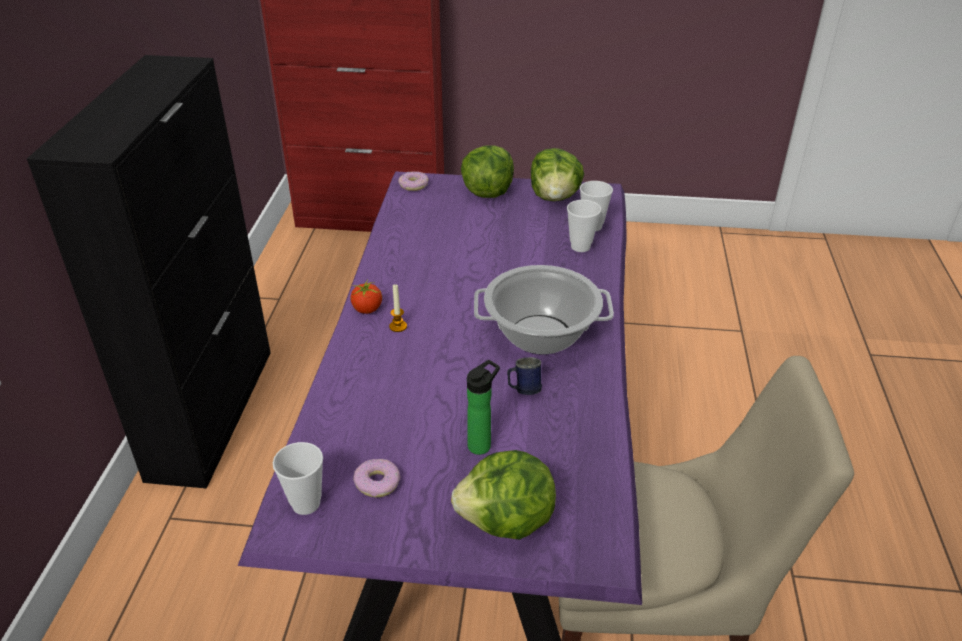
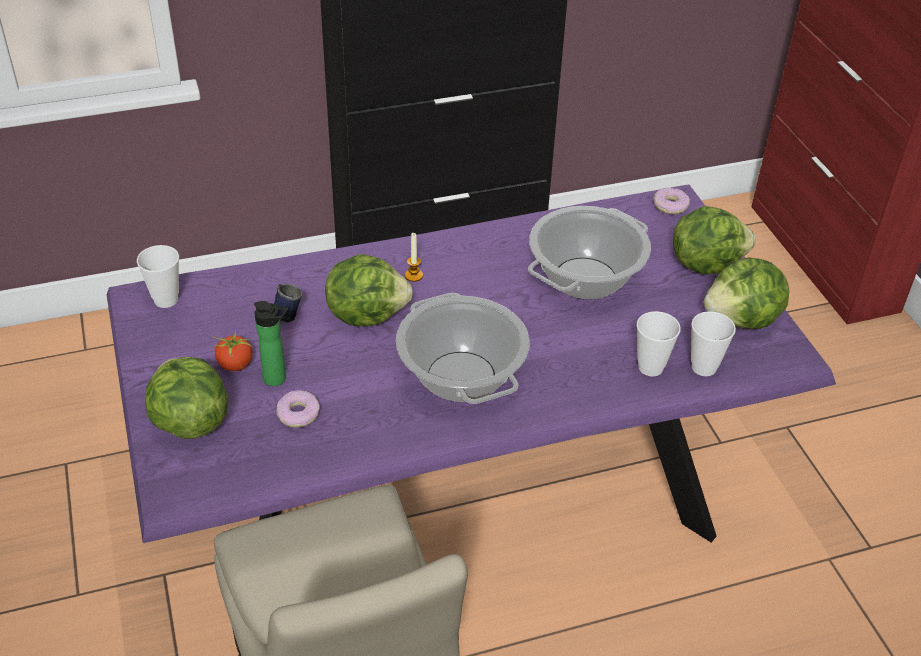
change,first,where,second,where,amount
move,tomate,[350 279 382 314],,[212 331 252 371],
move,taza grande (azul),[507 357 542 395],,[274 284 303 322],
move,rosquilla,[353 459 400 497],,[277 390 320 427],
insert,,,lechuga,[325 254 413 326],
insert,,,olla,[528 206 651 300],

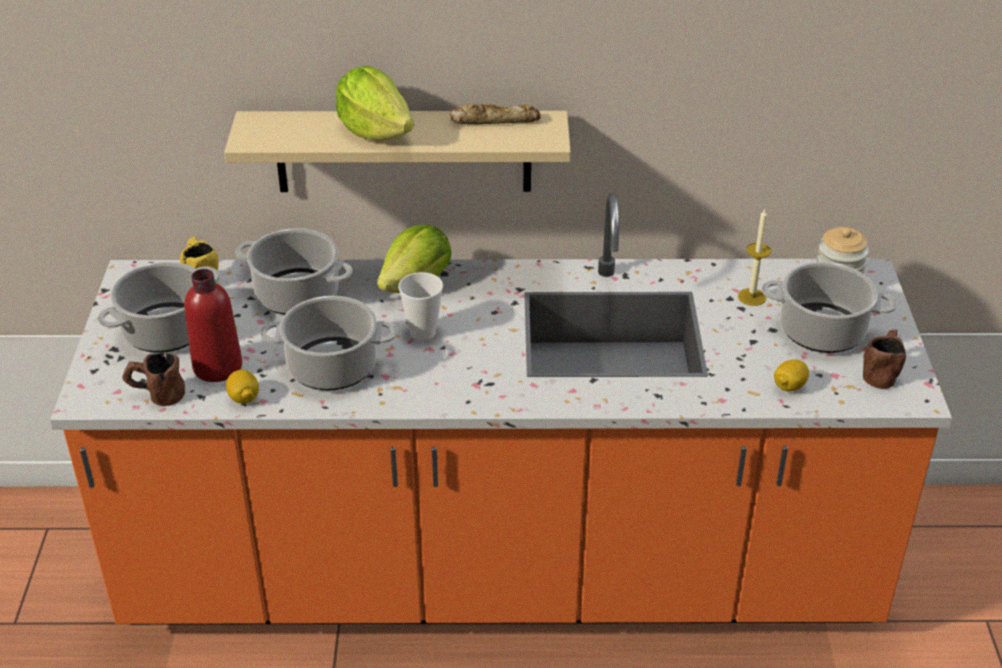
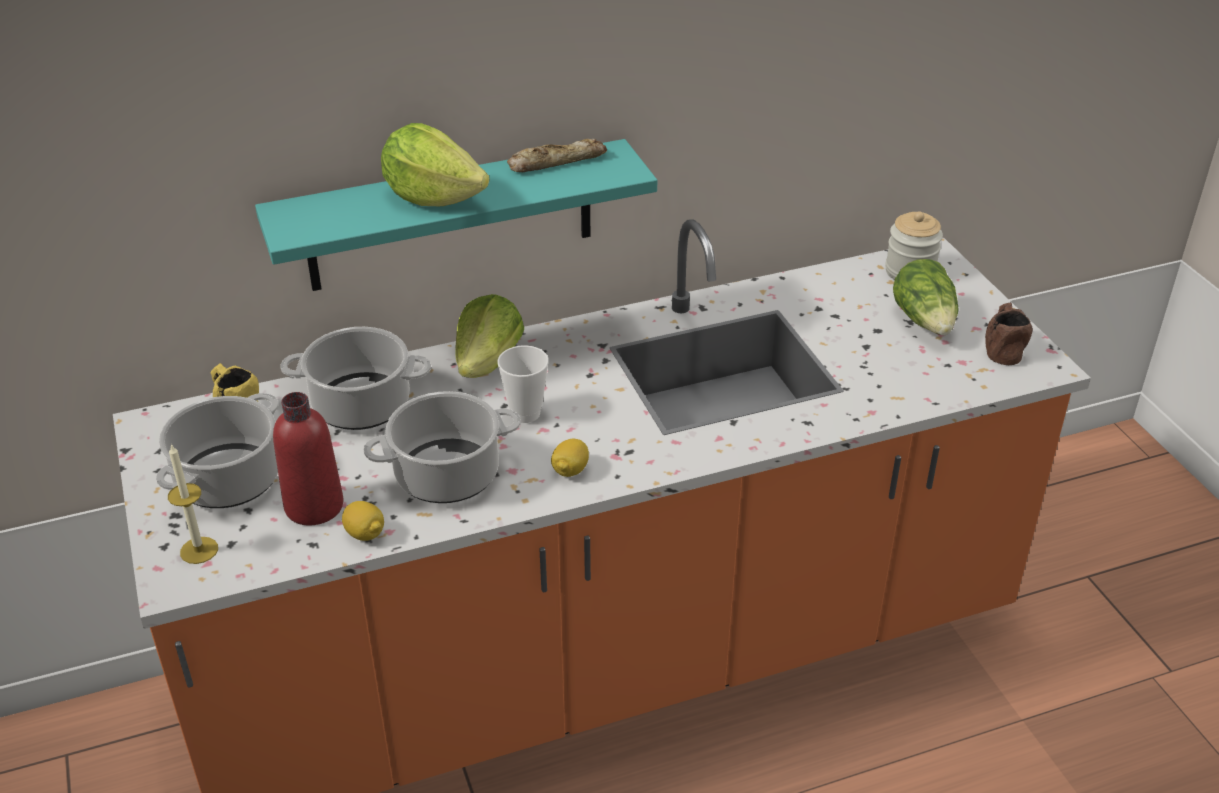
change,first,where,second,where,amount
move,vela,[738 208 771 306],,[168 444 218 564],
recolor,estante (beis),[224 111 571 192],estante (turquesa),[255 139 657 291],
move,limón,[774 359 809 391],,[551 439 589 477],
replace,olla,[762 262 897 353],lechuga,[893 259 959 335],
delete,taza grande (marrón),[122 353 185 406],,,

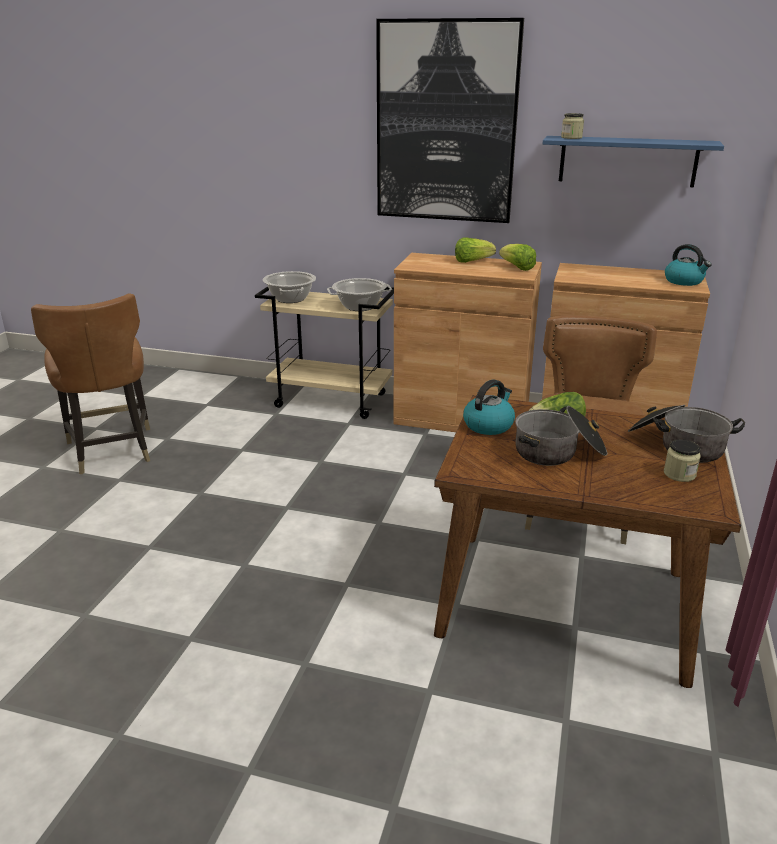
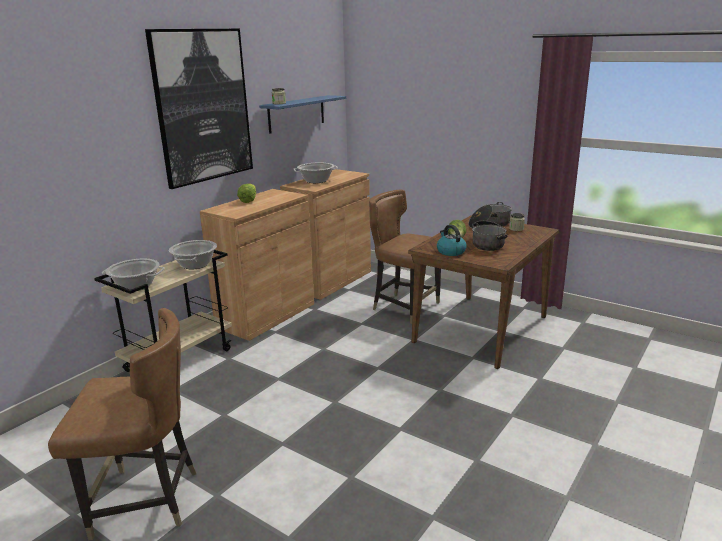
change,first,where,second,where,amount
insert,,,olla,[294 163 338 183],
delete,lechuga,[499 244 536 271],,,
delete,hervidor,[665 244 711 286],,,

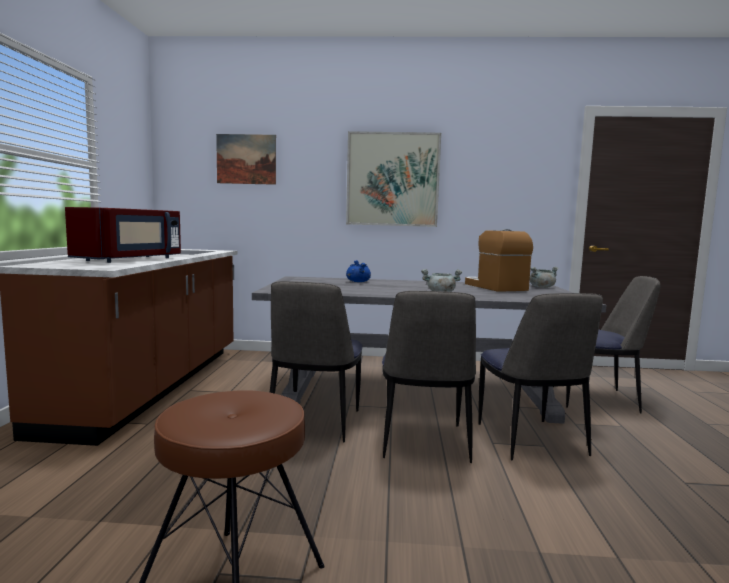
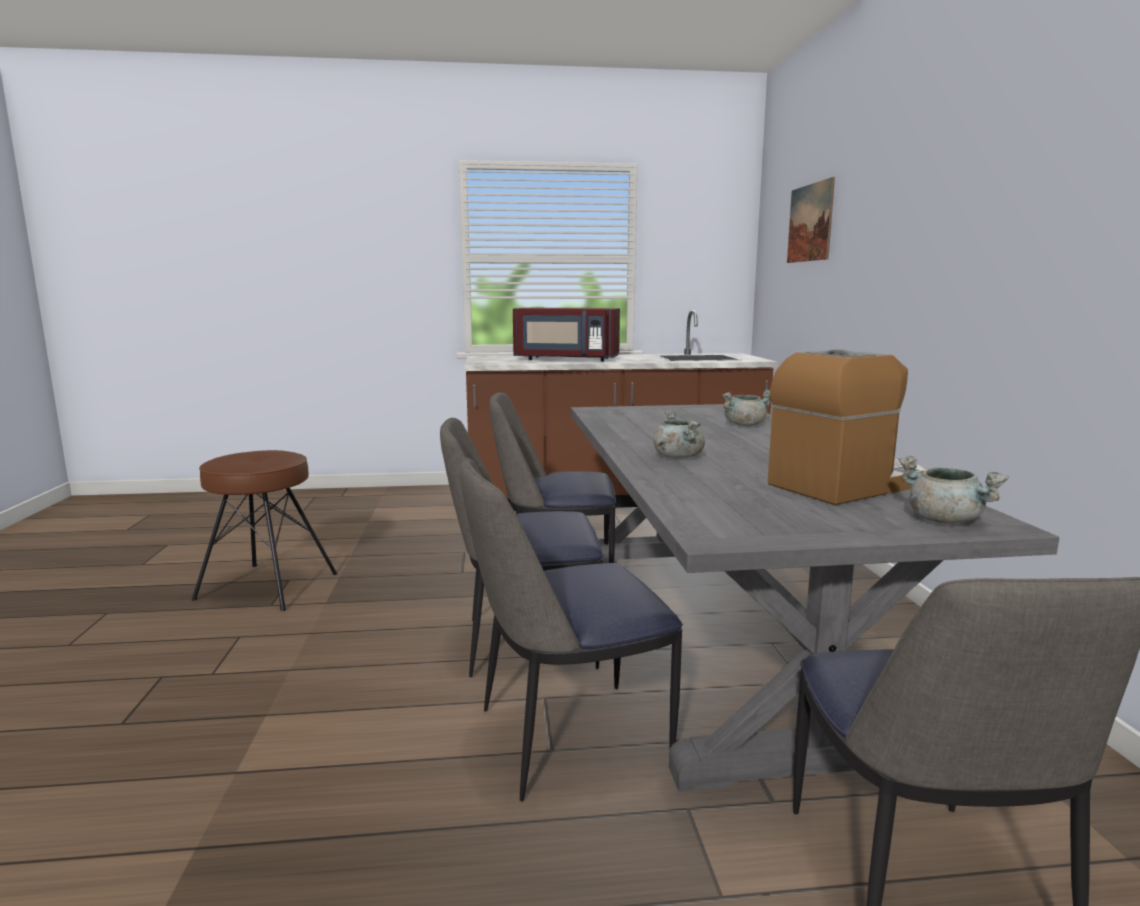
change,first,where,second,where,amount
recolor,olla (azul),[346 260 371 282],olla (gris),[722 390 770 426],
delete,cuadro,[346 131 441 227],,,

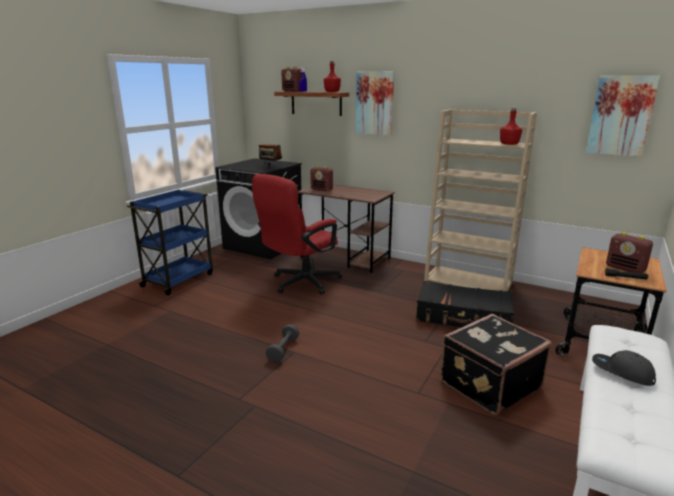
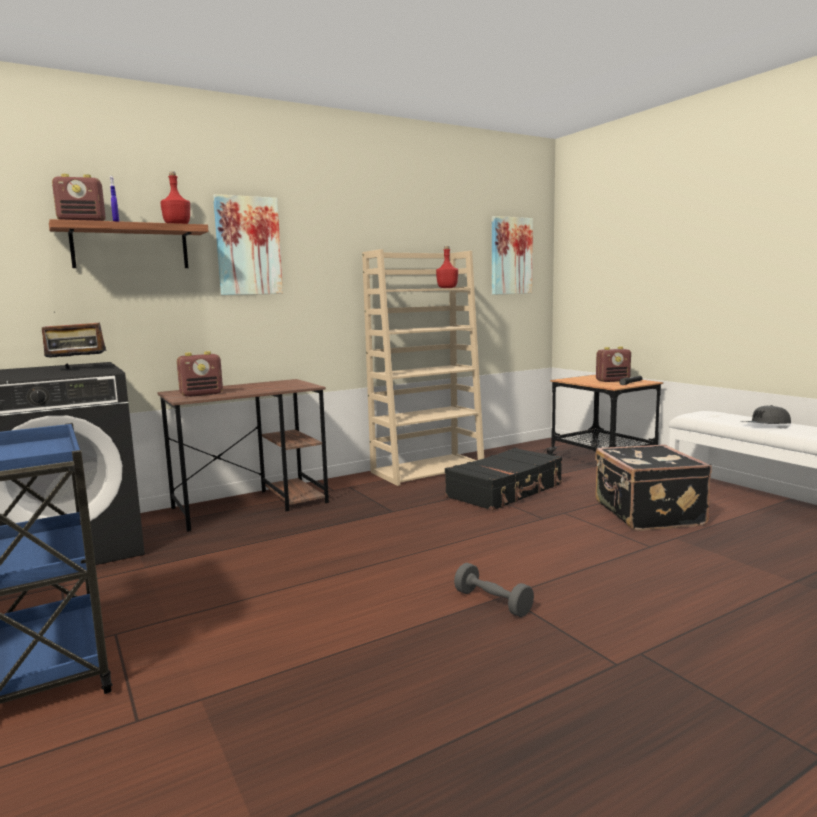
change,first,where,second,where,amount
delete,silla de oficina (rojo),[252 174 342 295],,,

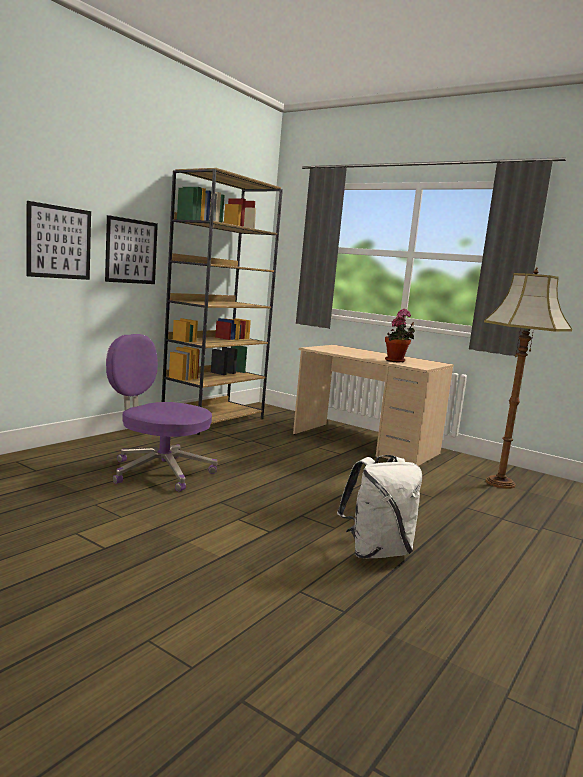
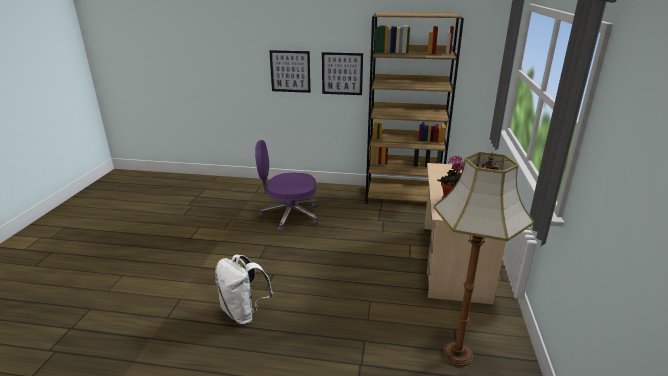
change,first,where,second,where,amount
rotate,silla de oficina (morado),[106 334 218 491],,[255 140 318 232],90 degrees counterclockwise

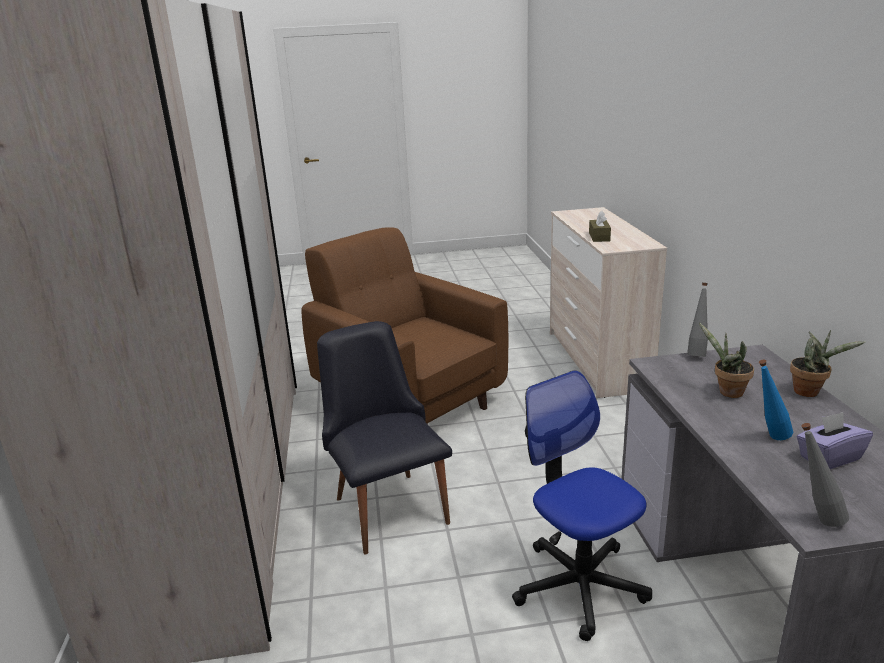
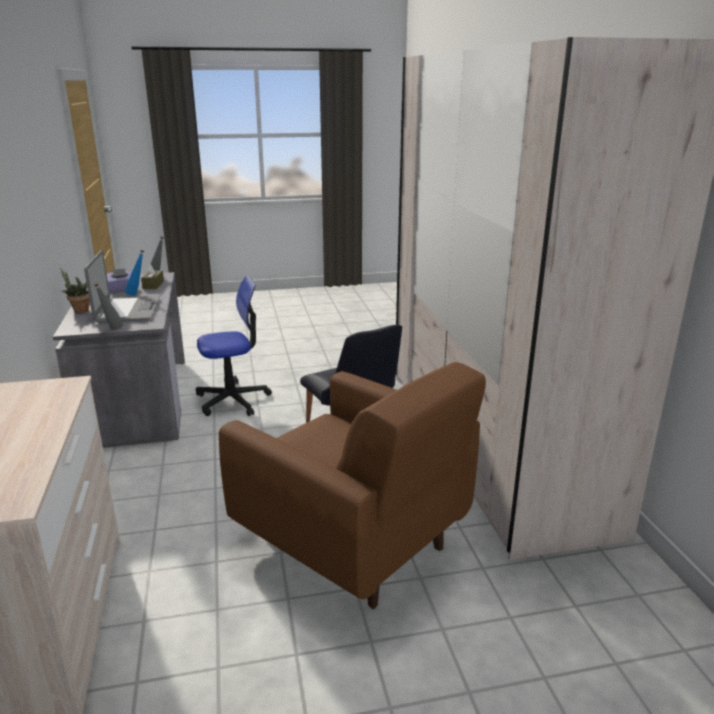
change,first,where,second,where,amount
replace,planta en maceta,[699 322 754 398],portátil,[84 250 160 323],
move,caja de pañuelos (marrón),[589 211 611 242],,[141 263 164 289],
rotate,silla de oficina,[512 370 652 641],,[196 276 272 416],75 degrees counterclockwise

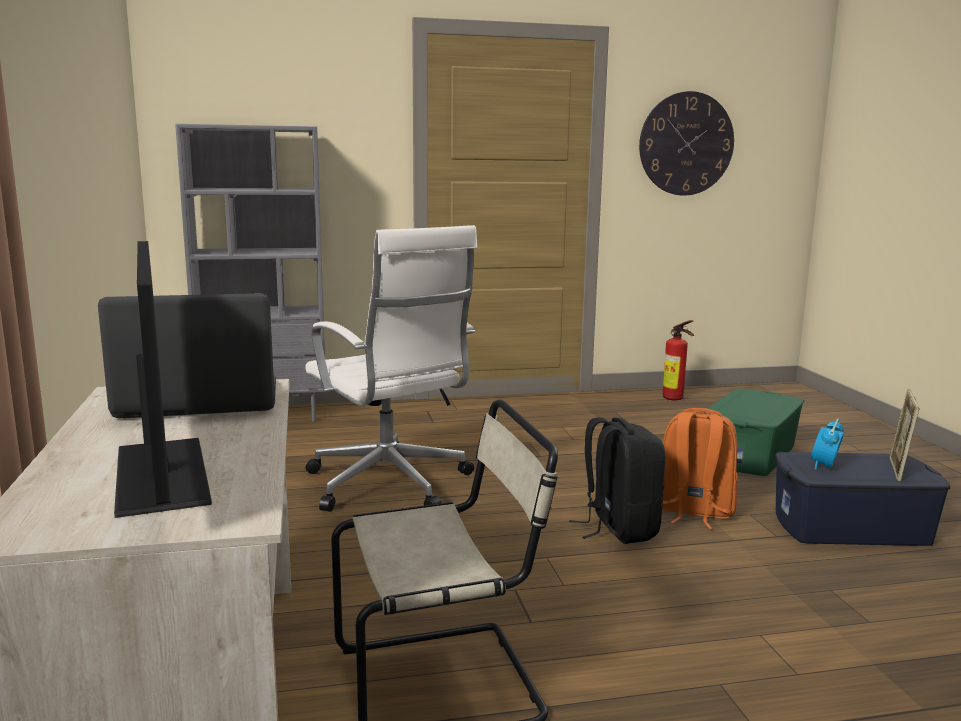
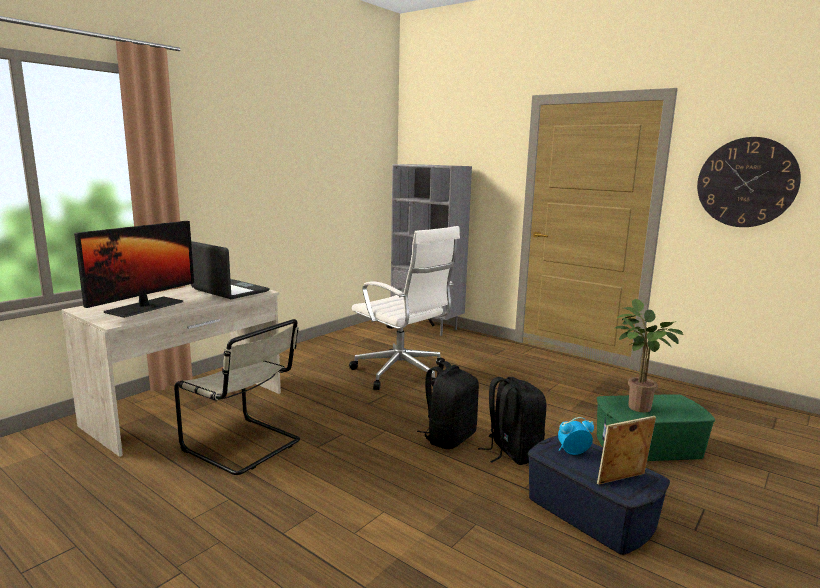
change,first,where,second,where,amount
rotate,silla de oficina (blanco),[305 225 477 512],,[349 226 460 390],60 degrees counterclockwise
recolor,mochila (naranja),[662 408 738 529],mochila (negro),[478 377 546 465],
insert,,,planta en maceta,[615 299 683 413],
delete,extintor,[662 320 694 400],,,

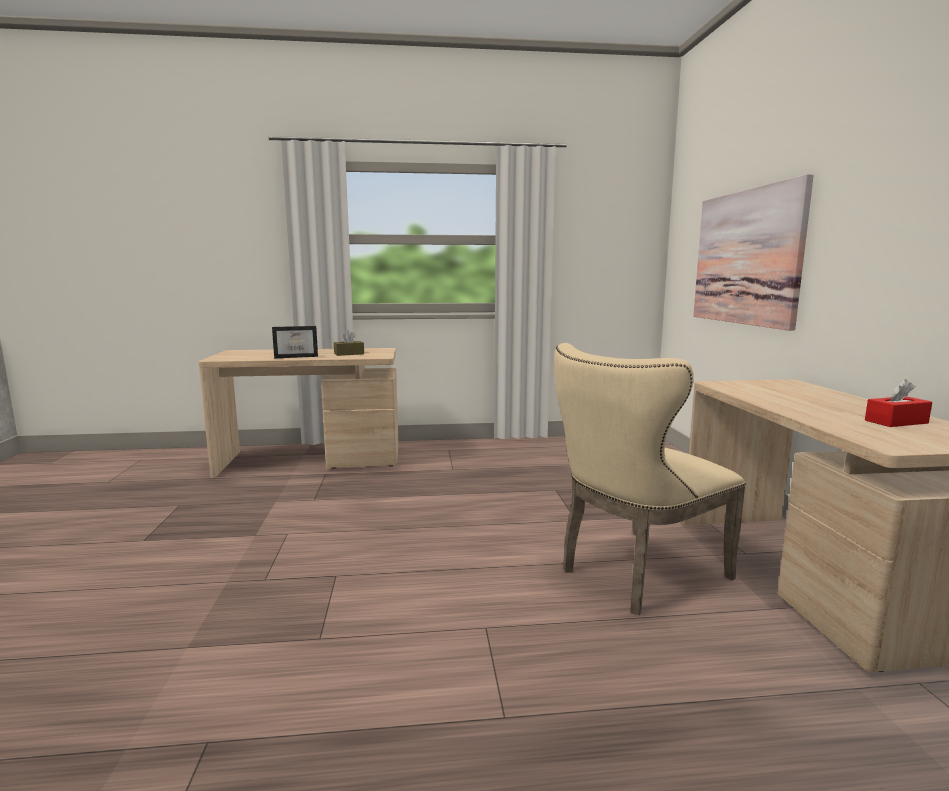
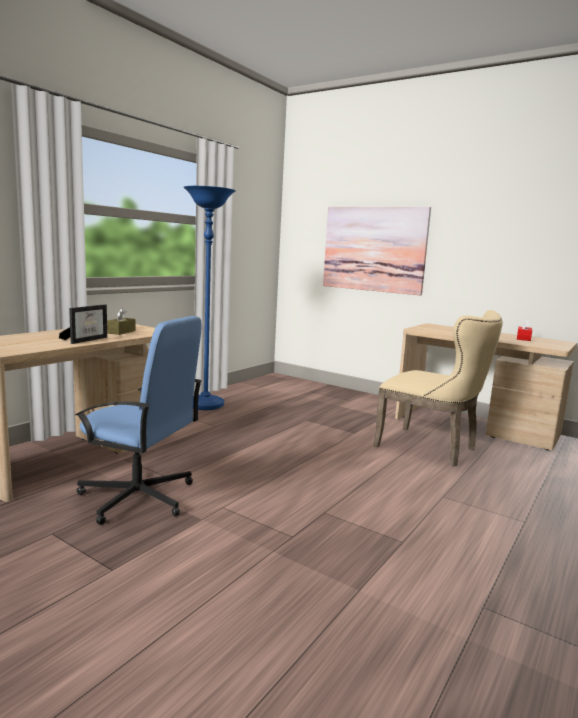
change,first,where,second,where,amount
insert,,,silla de oficina (azul),[75 316 202 525],
insert,,,lámpara de pie (azul),[184 186 236 410],
rotate,silla (beis),[554 343 746 615],,[374 310 503 466],60 degrees counterclockwise

